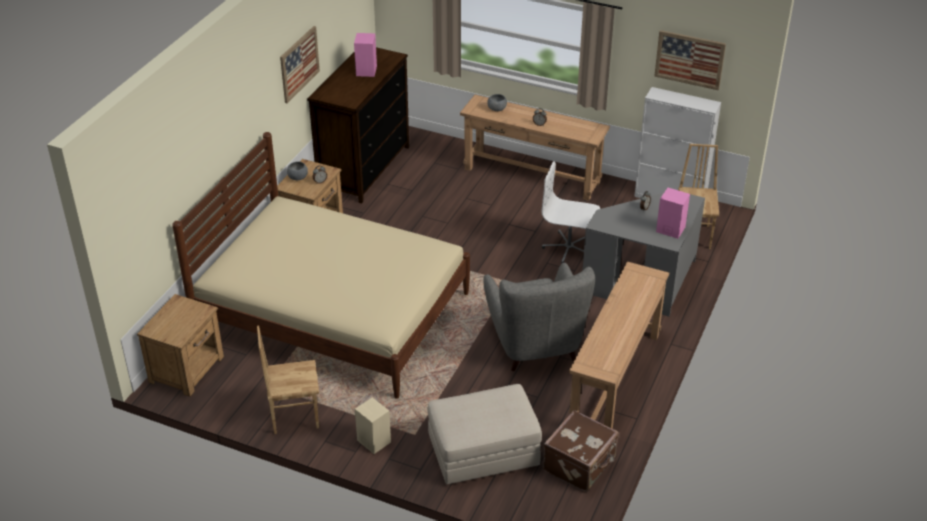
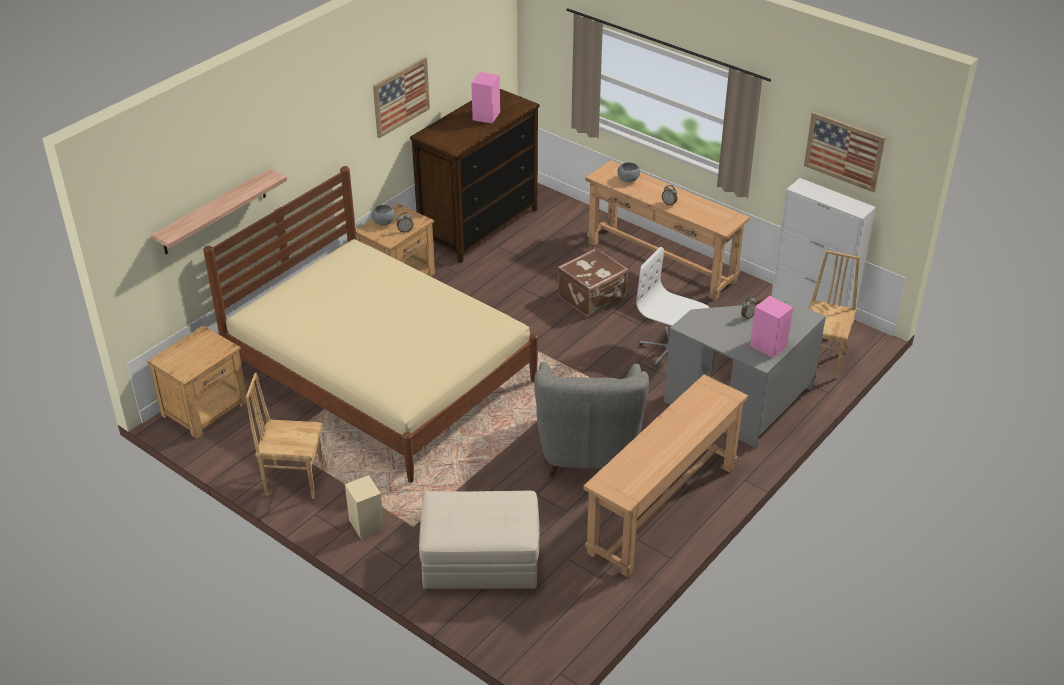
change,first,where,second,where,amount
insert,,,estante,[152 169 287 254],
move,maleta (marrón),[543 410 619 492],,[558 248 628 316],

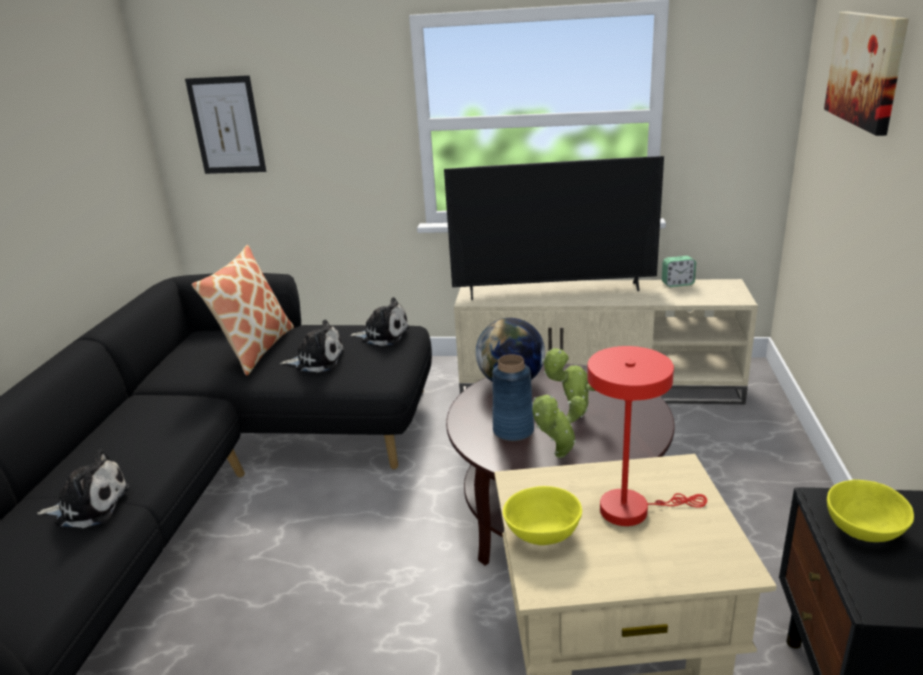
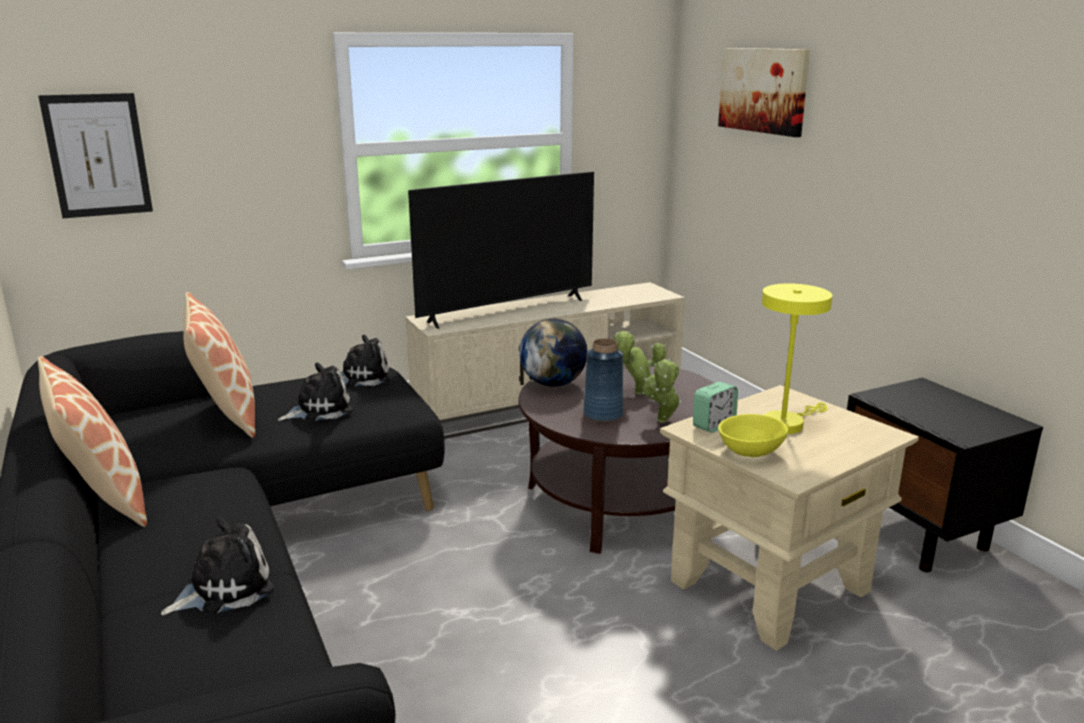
change,first,where,second,where,amount
insert,,,cojín,[38 356 147 527],
move,despertador,[662 256 696 287],,[693 382 738 433],
recolor,lámpara de mesa (rojo),[587 346 707 526],lámpara de mesa (amarillo),[762 283 832 434],
delete,cuenco (amarillo),[827 480 914 542],,,

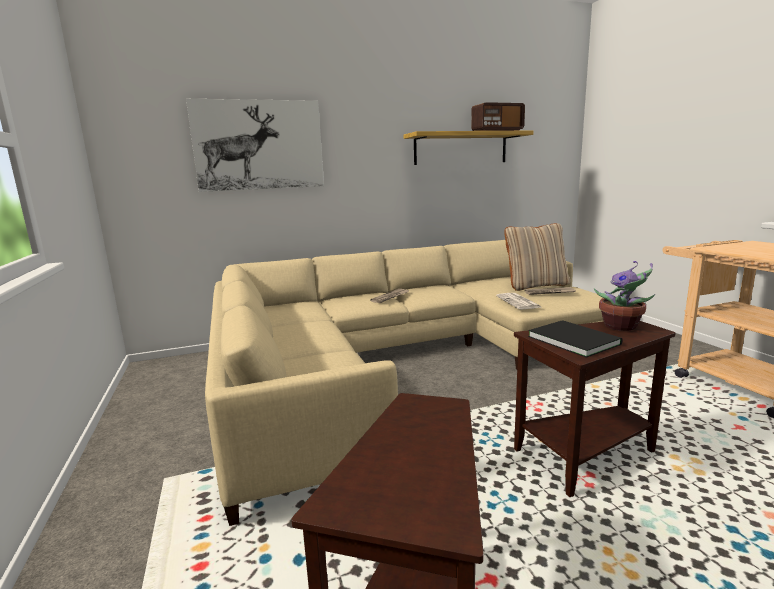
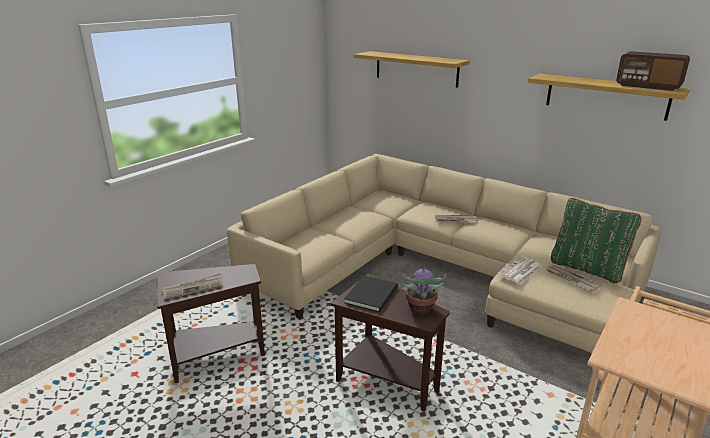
change,first,where,second,where,amount
insert,,,periódico,[162 273 223 300],
replace,cuadro,[186 99 324 192],estante,[354 51 470 88],
recolor,cojín (beis),[504 223 570 291],cojín (verde),[551 198 641 283],

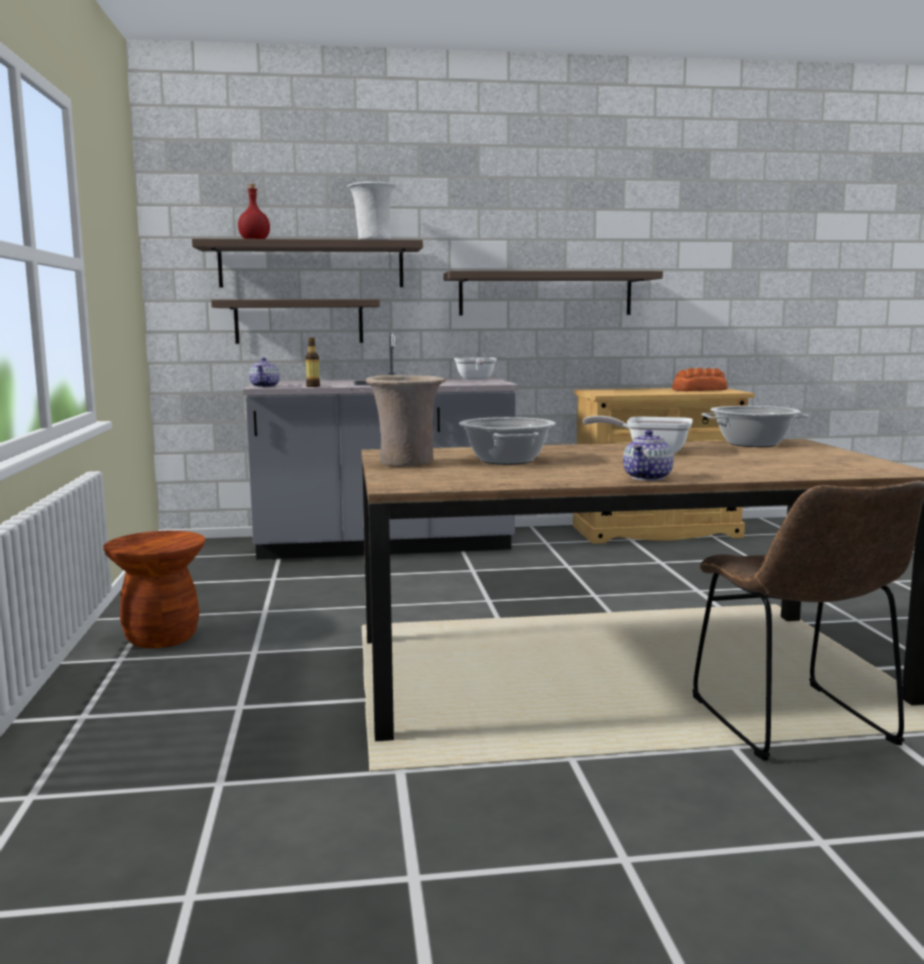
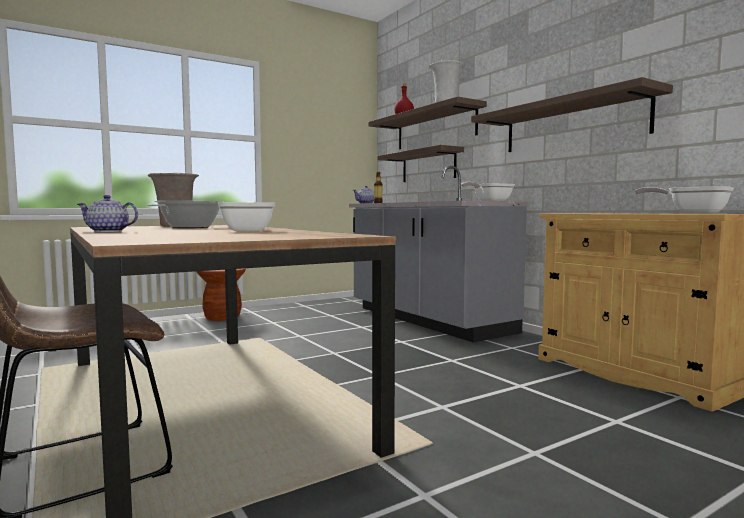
change,first,where,second,where,amount
replace,pan,[672 368 728 391],sartén,[635 186 734 214],
delete,olla,[701 406 810 447],,,

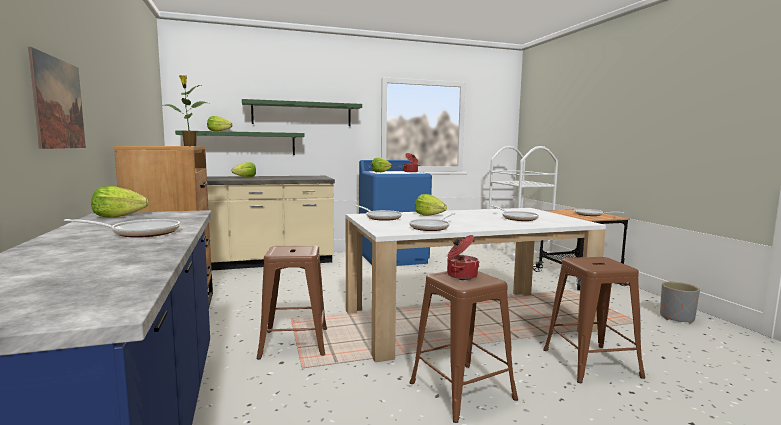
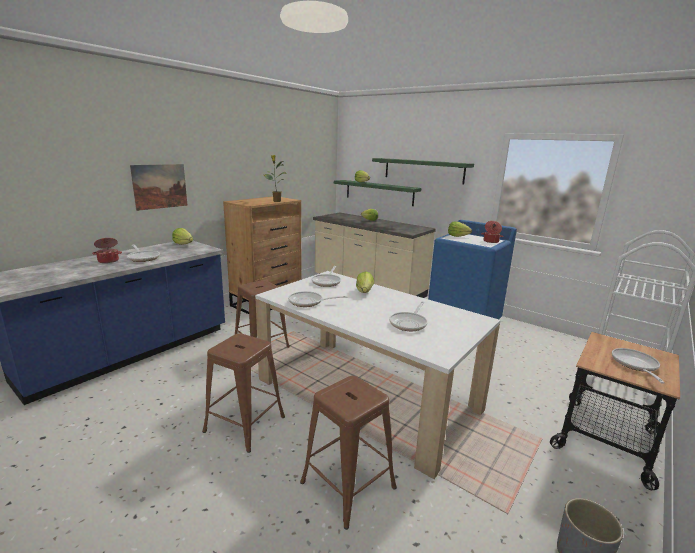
change,first,where,second,where,amount
move,olla,[447 235 480 279],,[92 238 122 263],

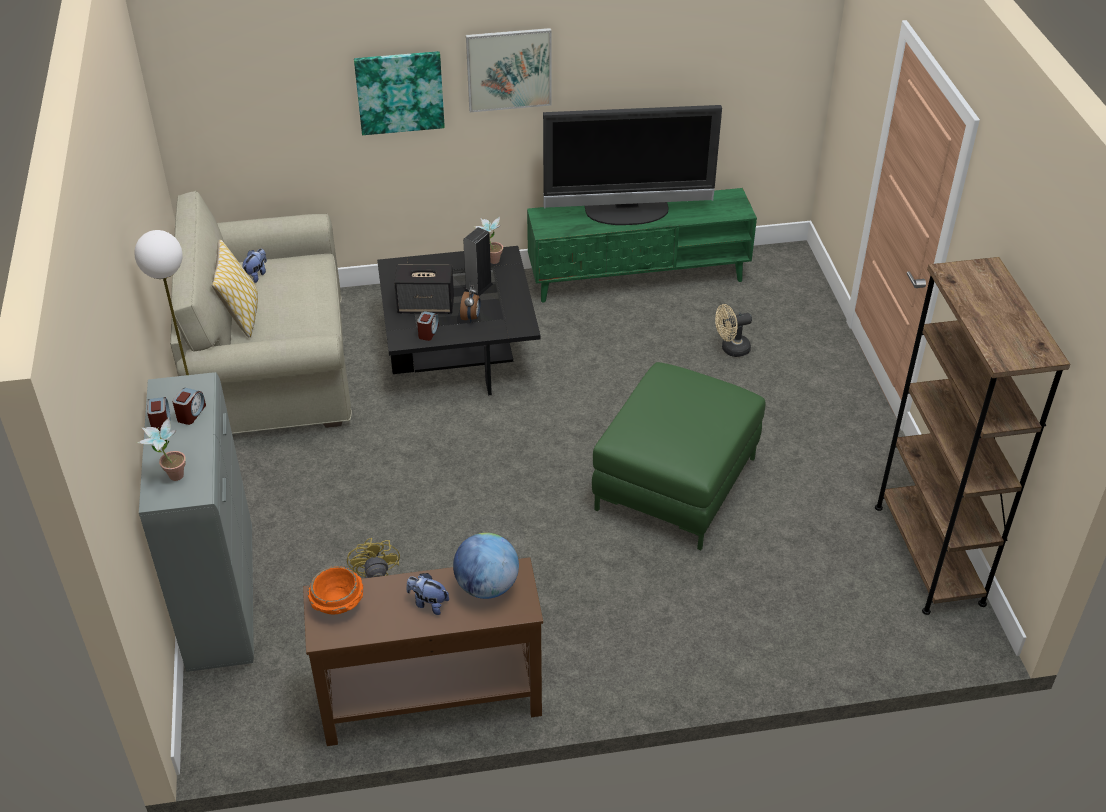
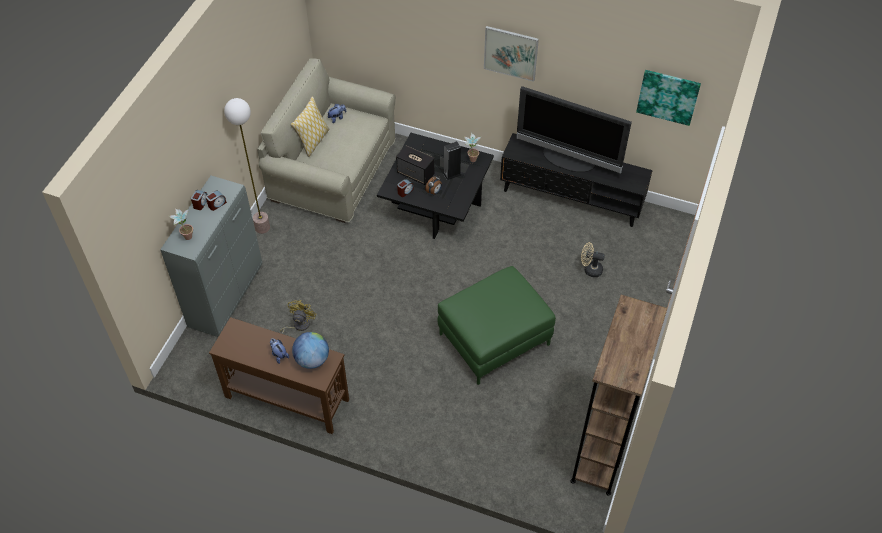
change,first,where,second,where,amount
recolor,mueble de televisión (verde),[527 188 757 303],mueble de televisión (negro),[500 133 653 227],
move,cuadro,[354 51 445 135],,[636 70 701 126],
delete,cuenco (naranja),[308 566 363 614],,,

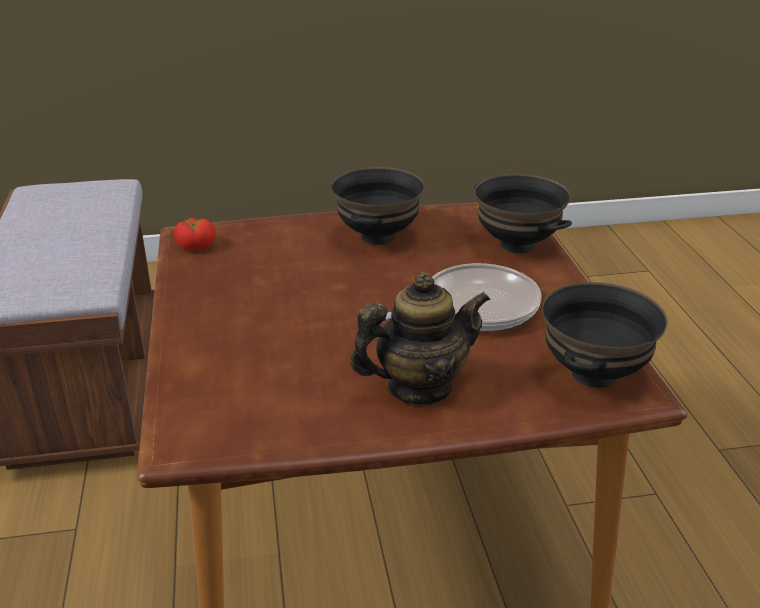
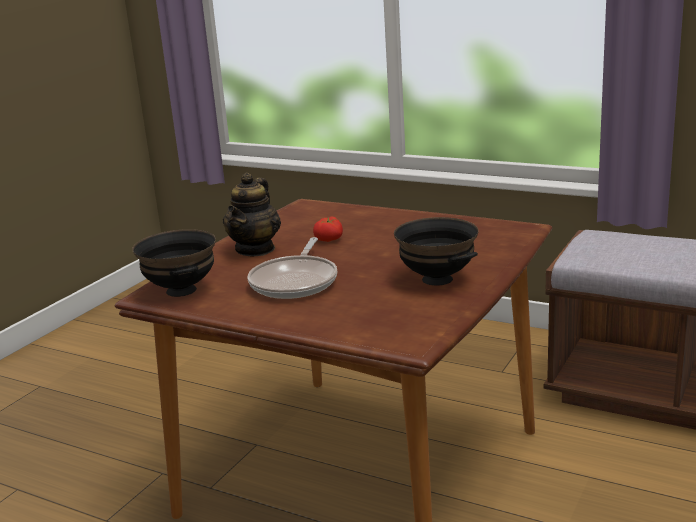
change,first,where,second,where,amount
move,tomate,[174 218 216 250],,[313 217 343 242],
delete,cuenco (negro),[474 174 572 254],,,

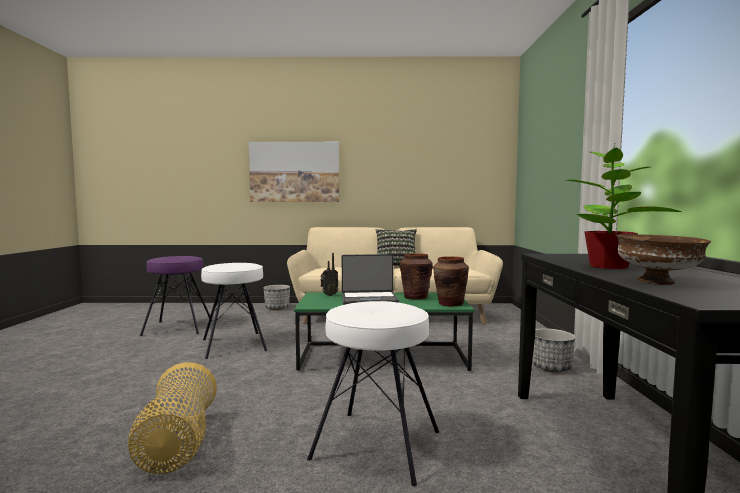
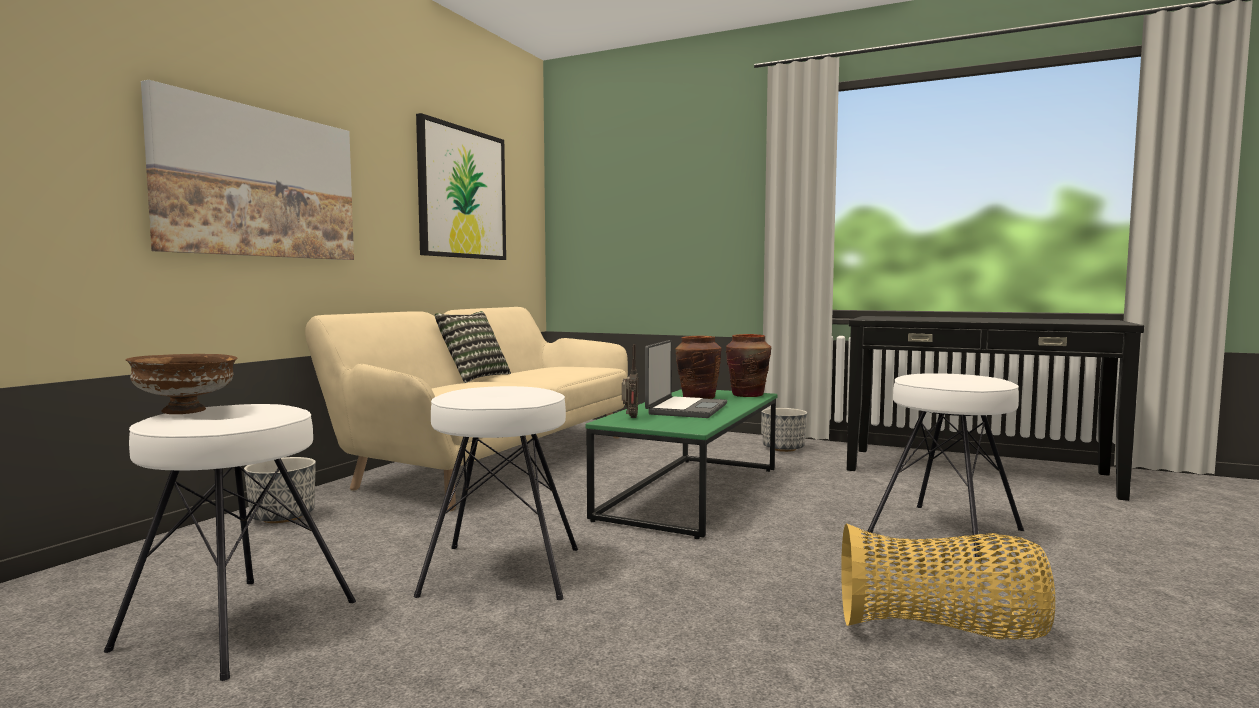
change,first,where,second,where,amount
recolor,taburete (morado),[140 256 212 336],taburete (blanco),[104 404 356 681],
move,cuenco (marrón),[615 234 712 285],,[125 354 237 414],
insert,,,cuadro,[416 113 506 260],
delete,planta en maceta,[566 142 681 269],,,

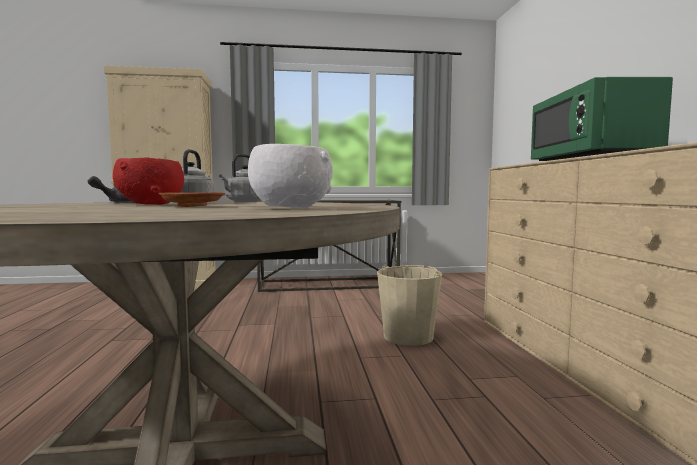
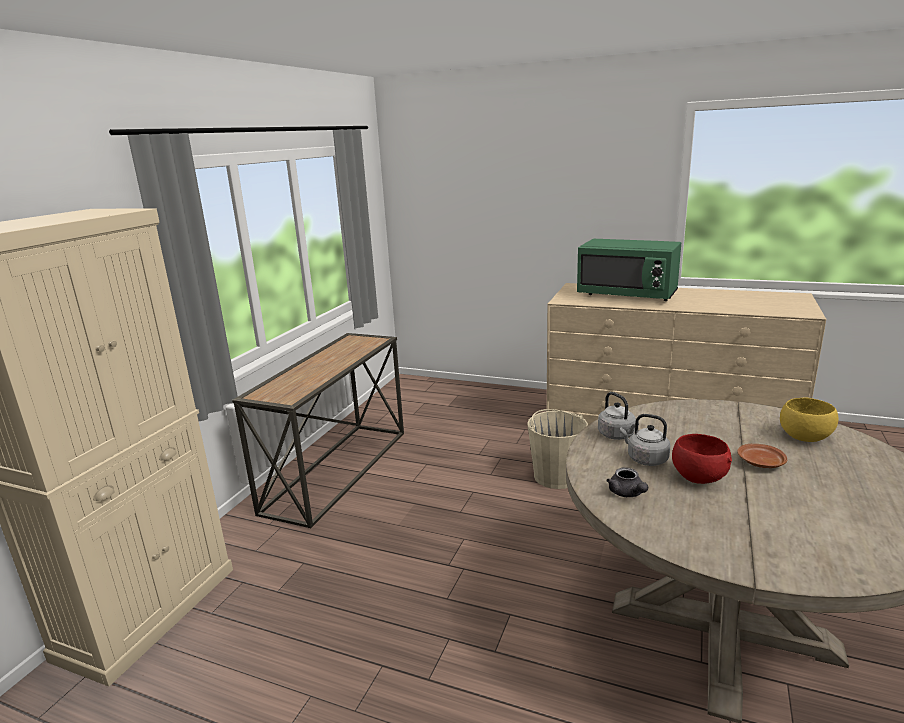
change,first,where,second,where,amount
recolor,cuenco (blanco),[248 144 333 208],cuenco (amarillo),[780 397 838 442],

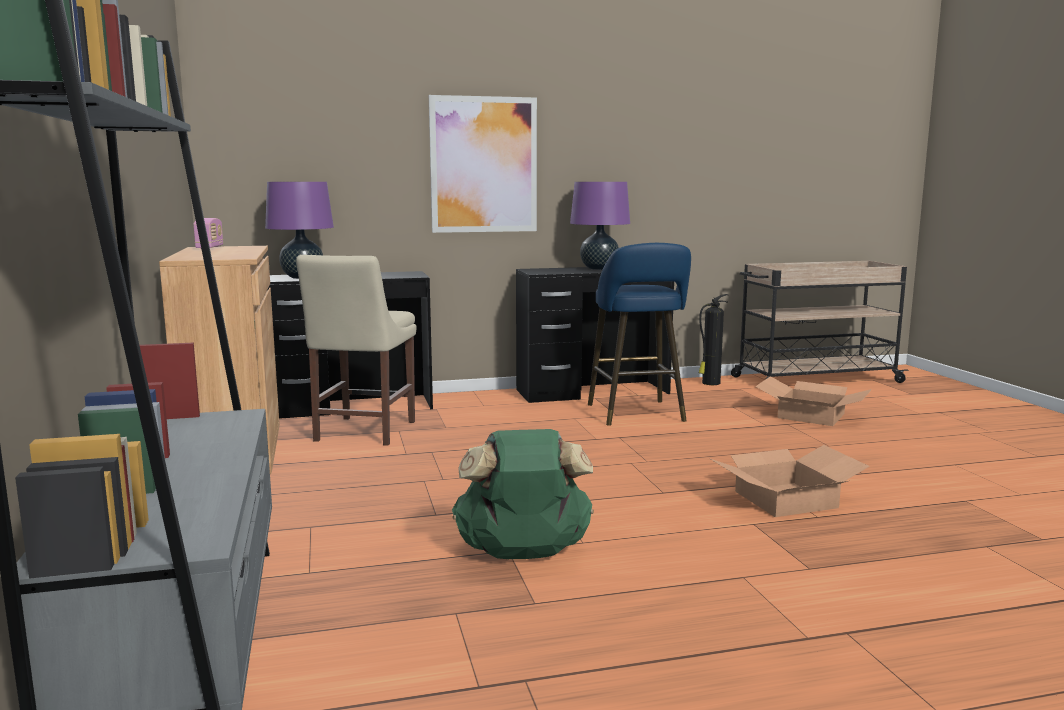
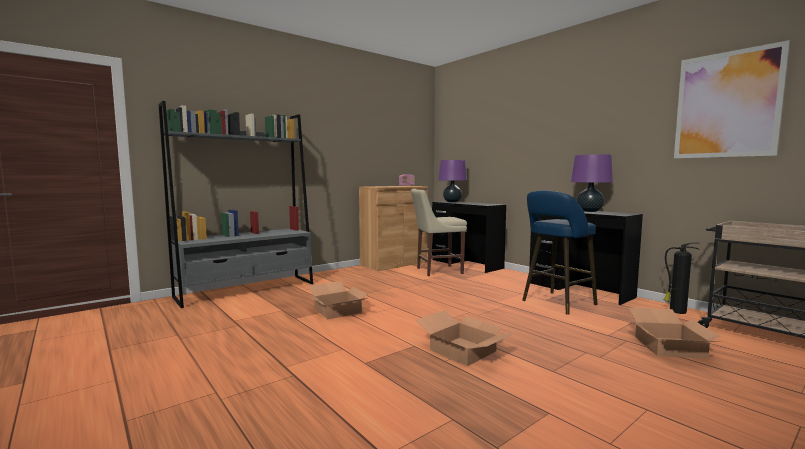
change,first,where,second,where,amount
replace,mochila (verde),[452 429 594 559],caja de cartón,[308 281 368 319],
move,cuadro,[429 95 537 233],,[674 40 790 158],

